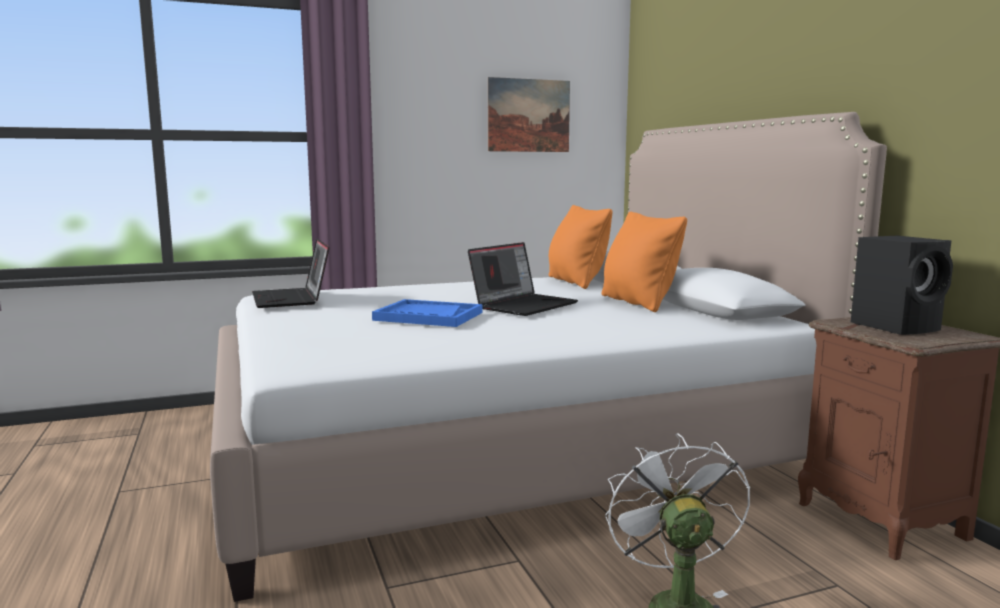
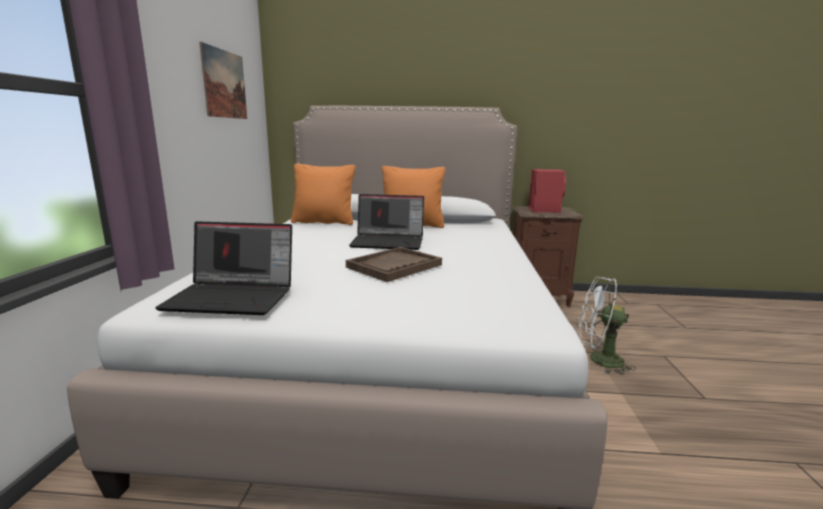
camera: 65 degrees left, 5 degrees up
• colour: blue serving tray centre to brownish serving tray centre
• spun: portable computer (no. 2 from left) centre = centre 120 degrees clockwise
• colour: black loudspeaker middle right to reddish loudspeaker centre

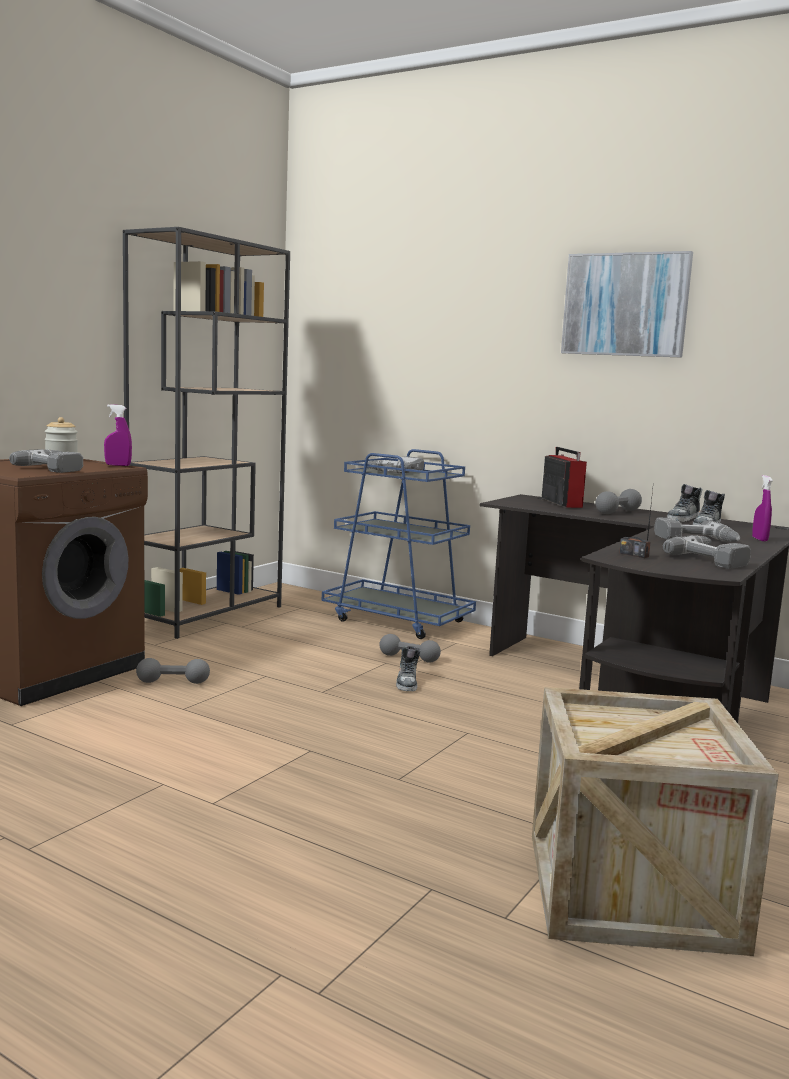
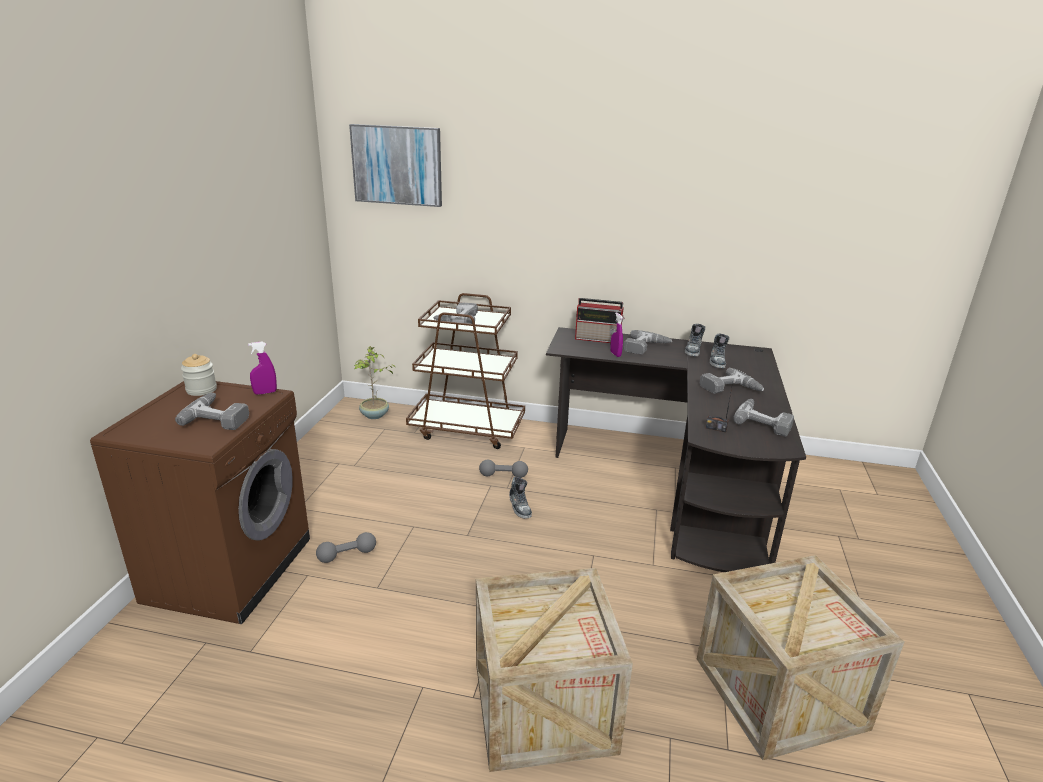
camera: 20 degrees left, 15 degrees up
• relocated: wall art top right to top centre
• appeared: potted plant centre
• colour: blue cart centre to brownish cart centre
• appeared: shipping crate (no. 1 from left) bottom centre
• spun: radio receiver (no. 1 from left) middle right = centre 135 degrees clockwise
• relocated: purple sprayer (no. 2 from left) middle right to centre
• exchanged: greyish hand weight (no. 3 from left) middle right to electric drill (no. 3 from left) centre
• missing: bookshelf middle left

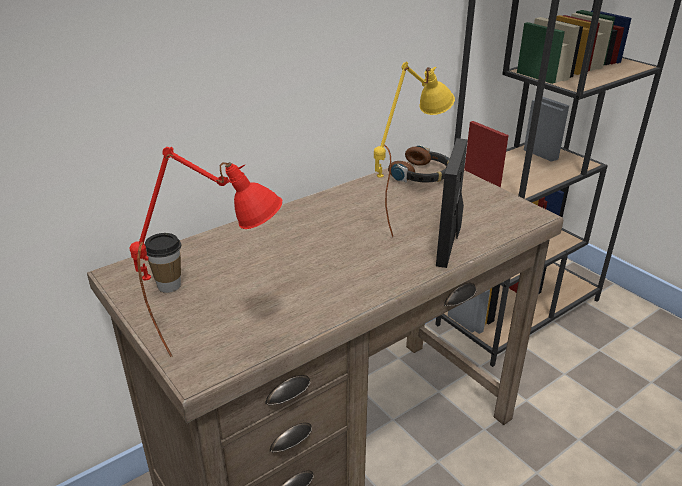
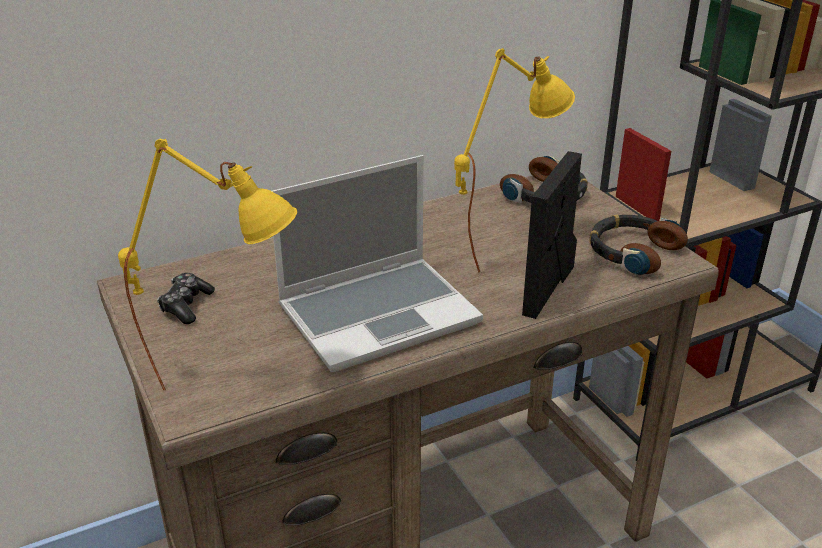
camera: 10 degrees right, 0 degrees up
• colour: reddish lamp for a table middle left to yellow lamp for a table (no. 1 from left) middle left
• exchanged: drinking cup middle left to game controller middle left
• appeared: portable computer centre
• appeared: headset (no. 2 from left) middle right

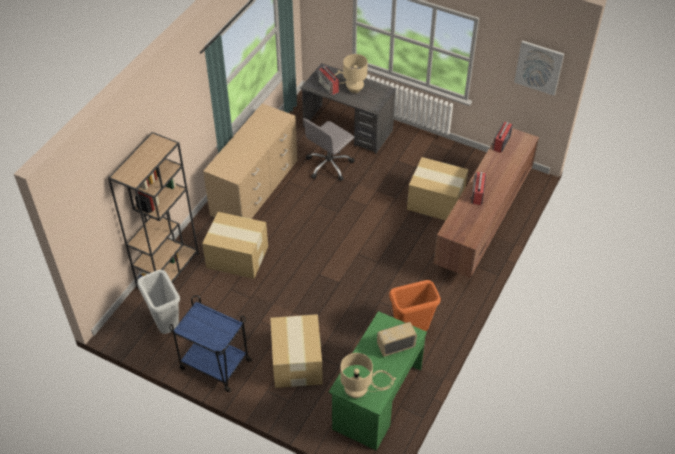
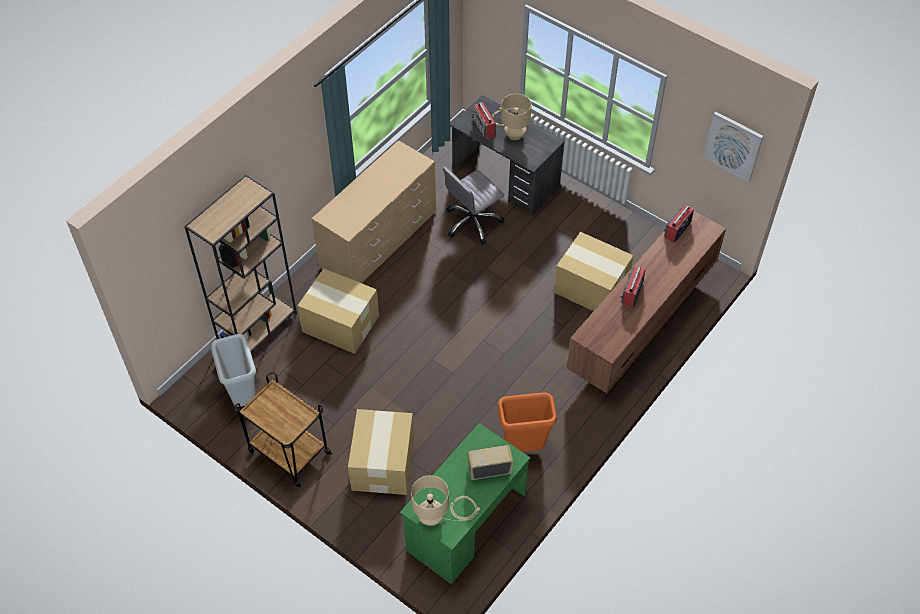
camera: 10 degrees right, 5 degrees up
• colour: blue cart bottom left to brownish cart bottom left

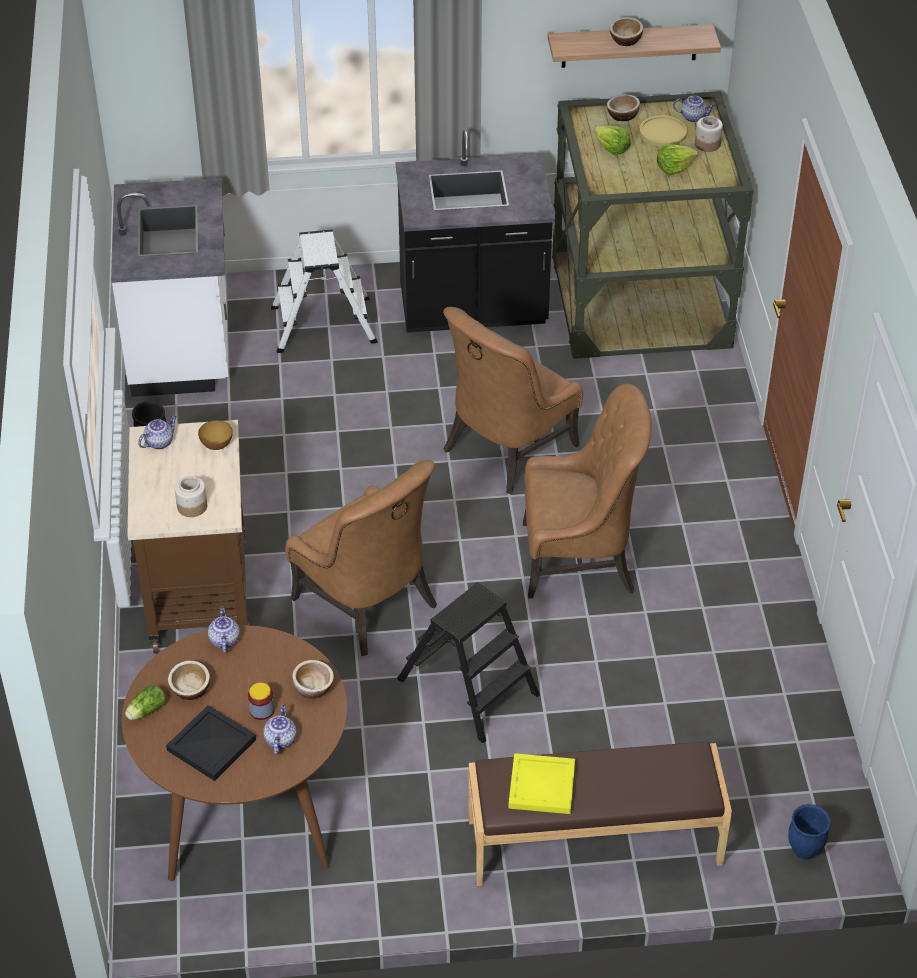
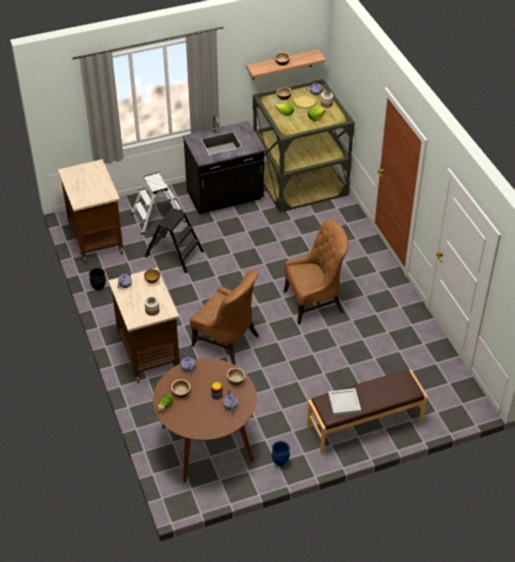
camera: 15 degrees left, 0 degrees up
• exchanged: white kitchen counter top left to brownish cart (no. 1 from left) middle left
• relocated: black step stool bottom centre to centre
• relocated: blue planter bottom right to bottom centre
• colour: yellow serving tray bottom centre to white serving tray bottom right
• missing: black serving tray bottom left
• missing: brownish chair (no. 2 from left) centre

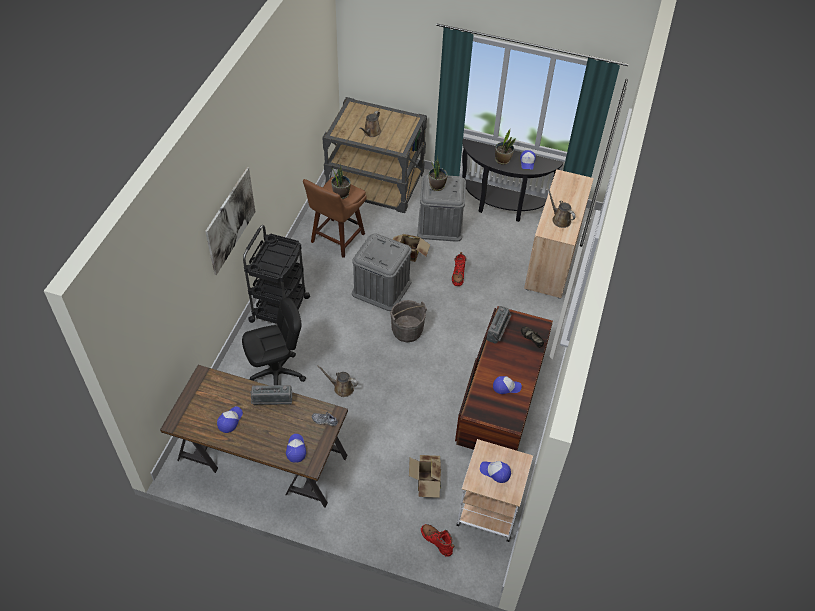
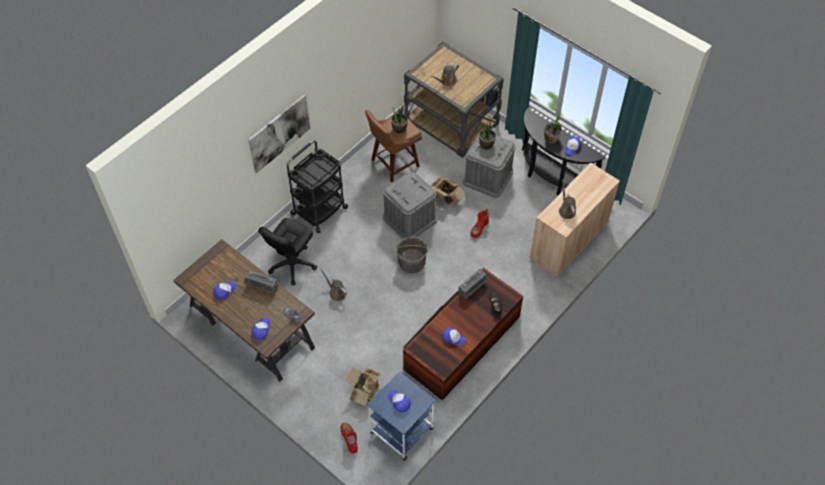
camera: 25 degrees right, 5 degrees up
• spun: black desk chair centre = centre 120 degrees clockwise
• colour: sand-coloured cart bottom centre to blue cart bottom centre

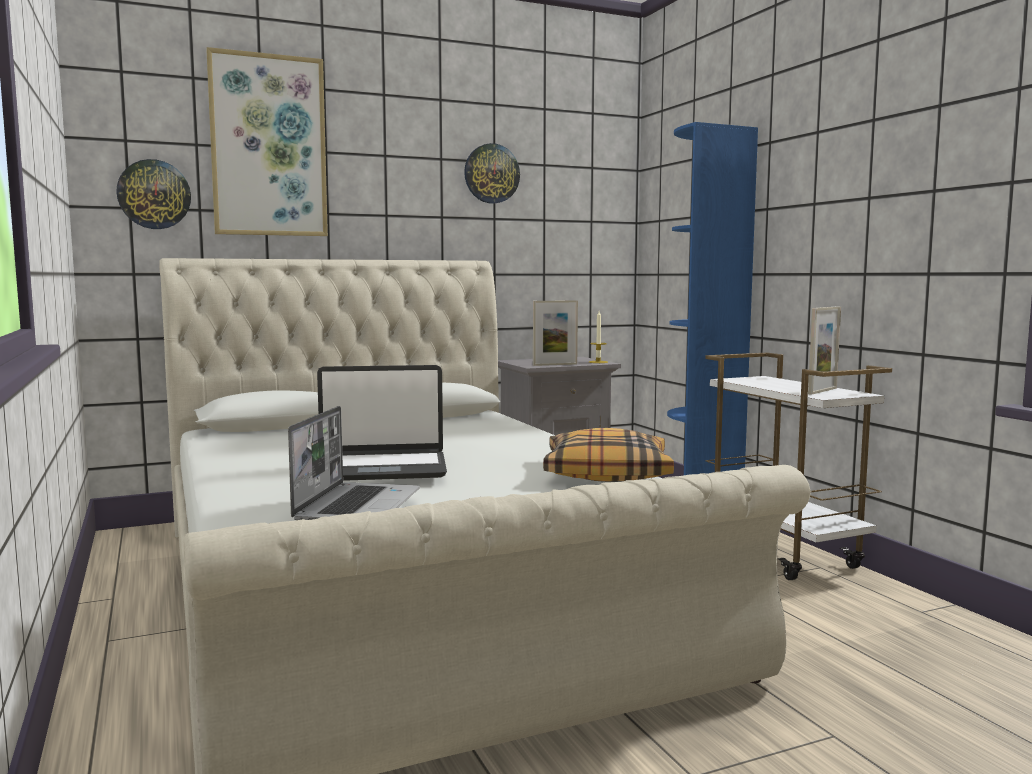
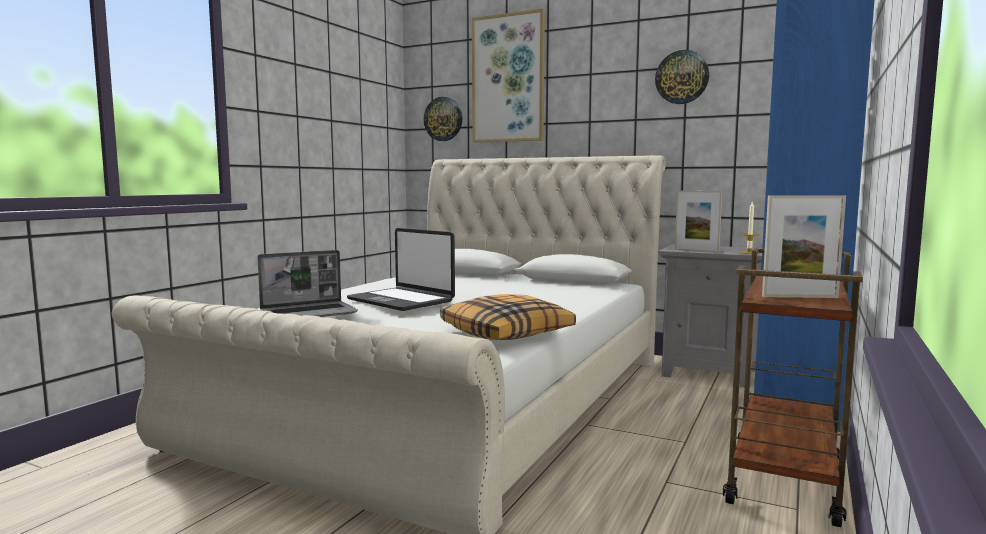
camera: 50 degrees right, 0 degrees up
• colour: white cart middle right to brownish cart bottom right

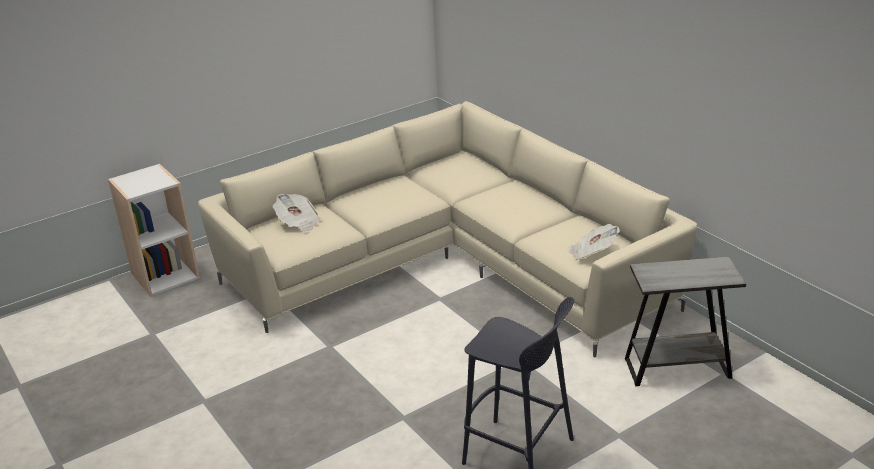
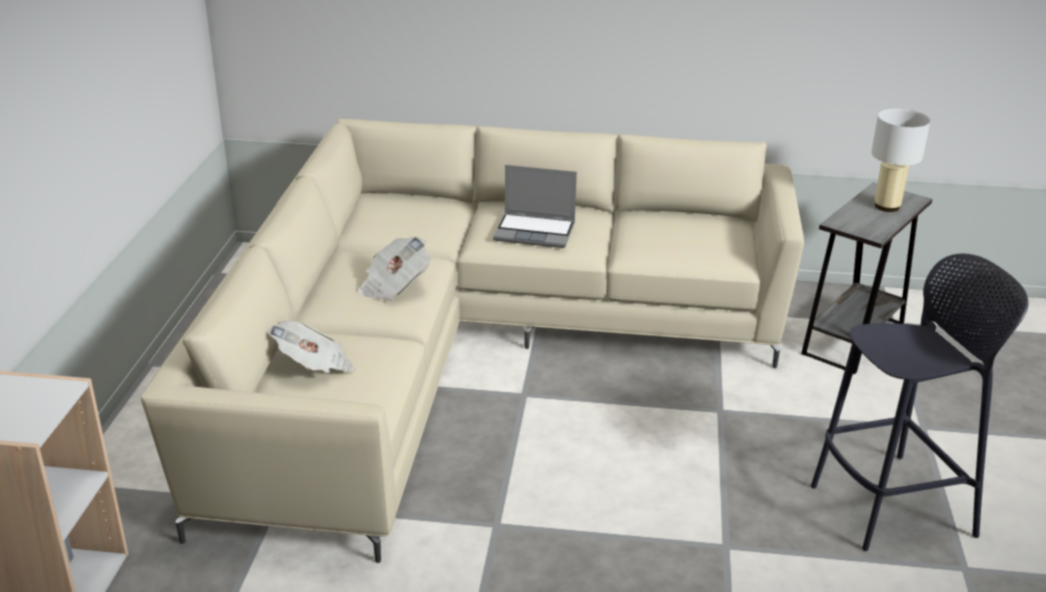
camera: 50 degrees left, 0 degrees up
• relocated: printed paper (no. 2 from left) middle right to centre
• appeared: portable computer centre
• appeared: white lamp for a table top right

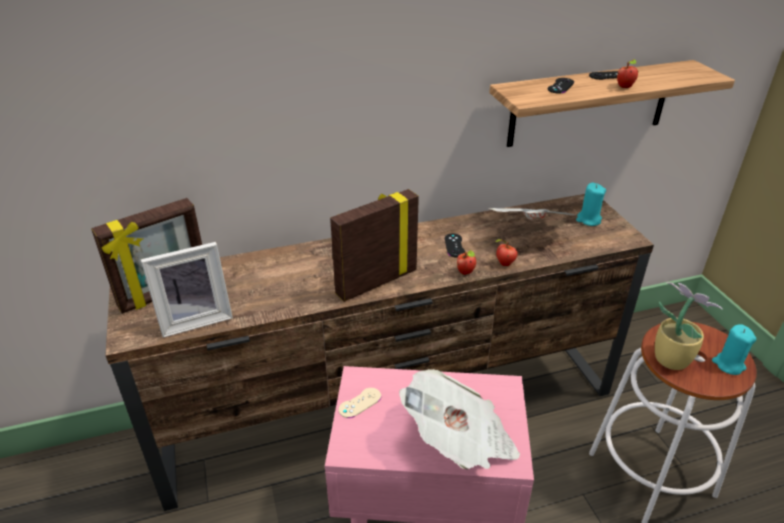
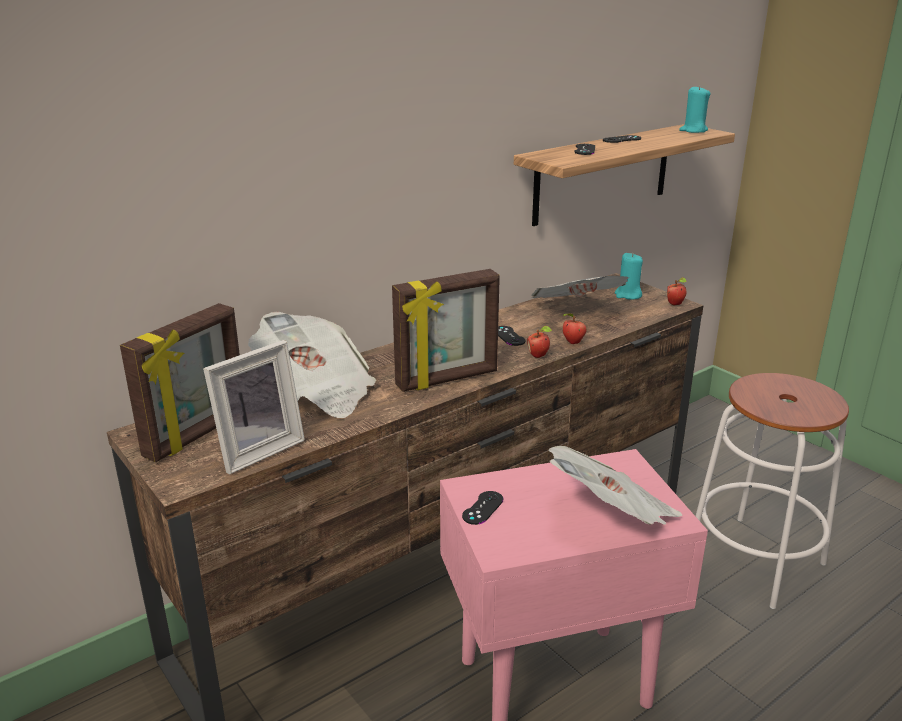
camera: 20 degrees left, 10 degrees down
• appeared: printed paper (no. 1 from left) centre
• spun: standing frame (no. 3 from left) centre = centre 150 degrees counterclockwise
• colour: sand-coloured game controller bottom centre to black game controller (no. 1 from left) bottom centre
• relocated: whole apple (no. 3 from left) top right to middle right
• relocated: turquoise-coloured candle (no. 2 from left) bottom right to top right
• missing: potted plant middle right

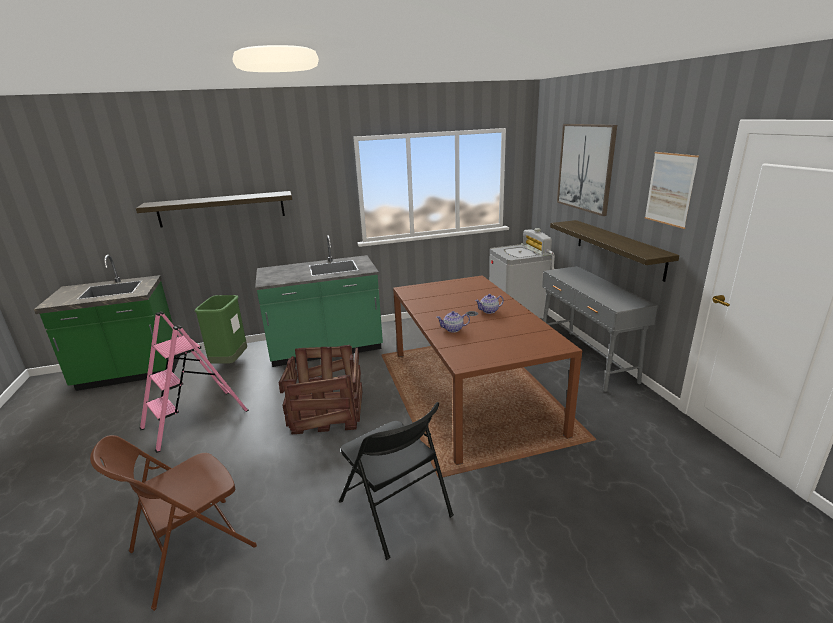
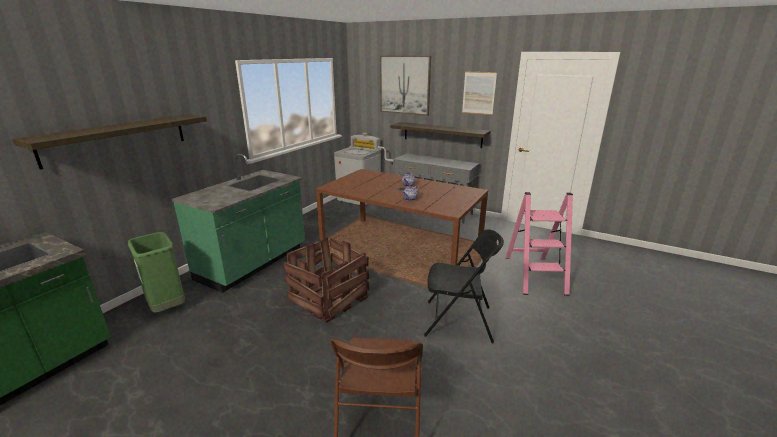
camera: 45 degrees left, 0 degrees up
• relocated: pink step stool middle left to middle right

